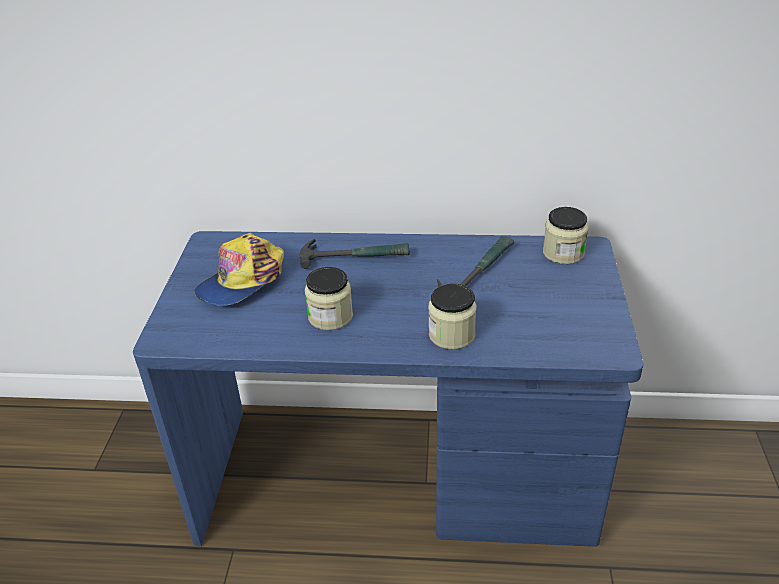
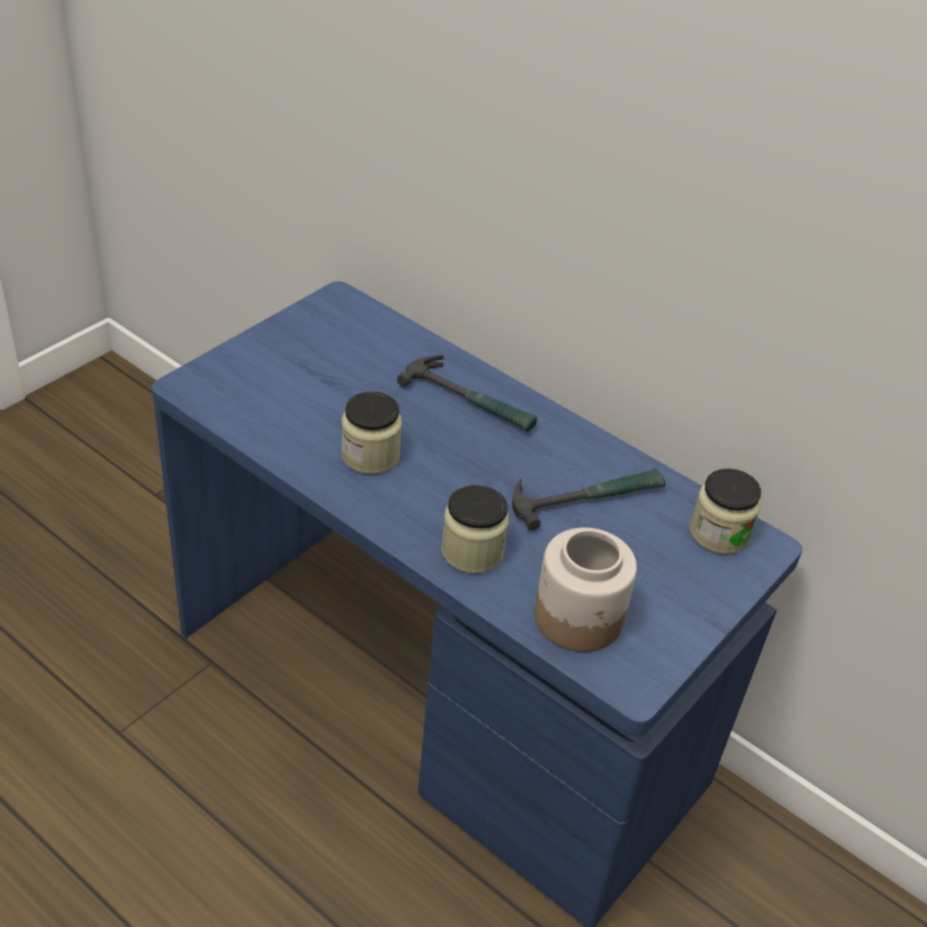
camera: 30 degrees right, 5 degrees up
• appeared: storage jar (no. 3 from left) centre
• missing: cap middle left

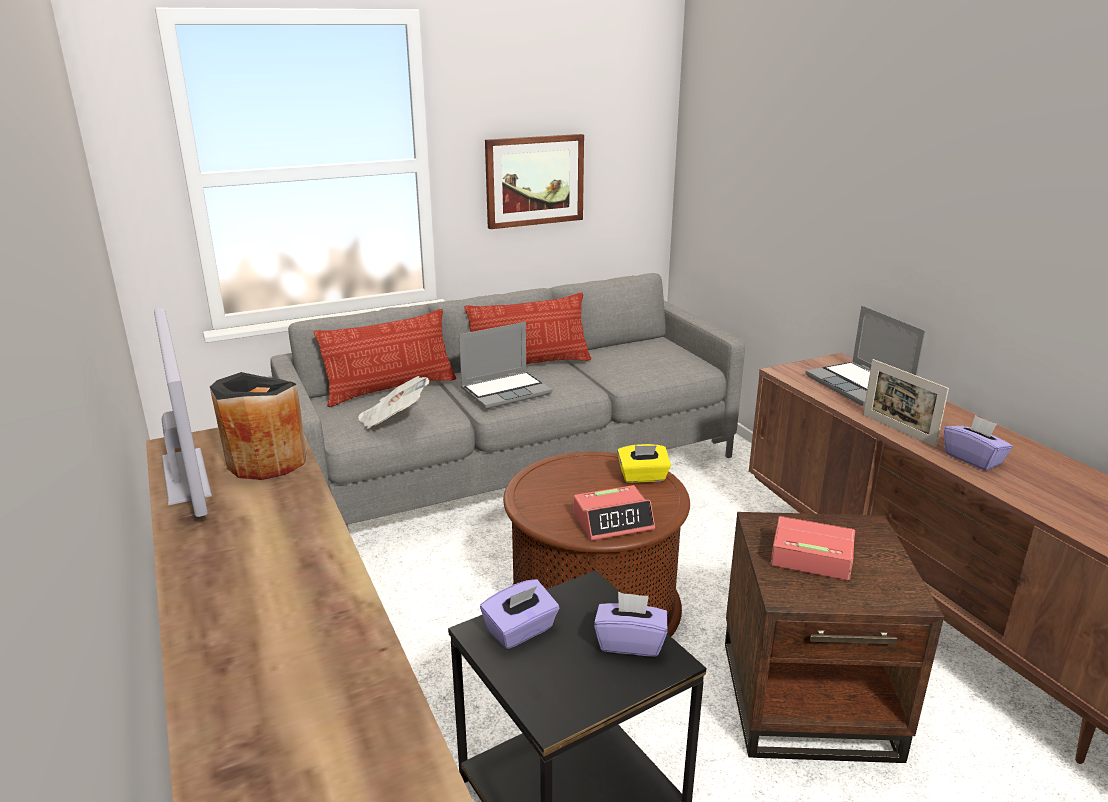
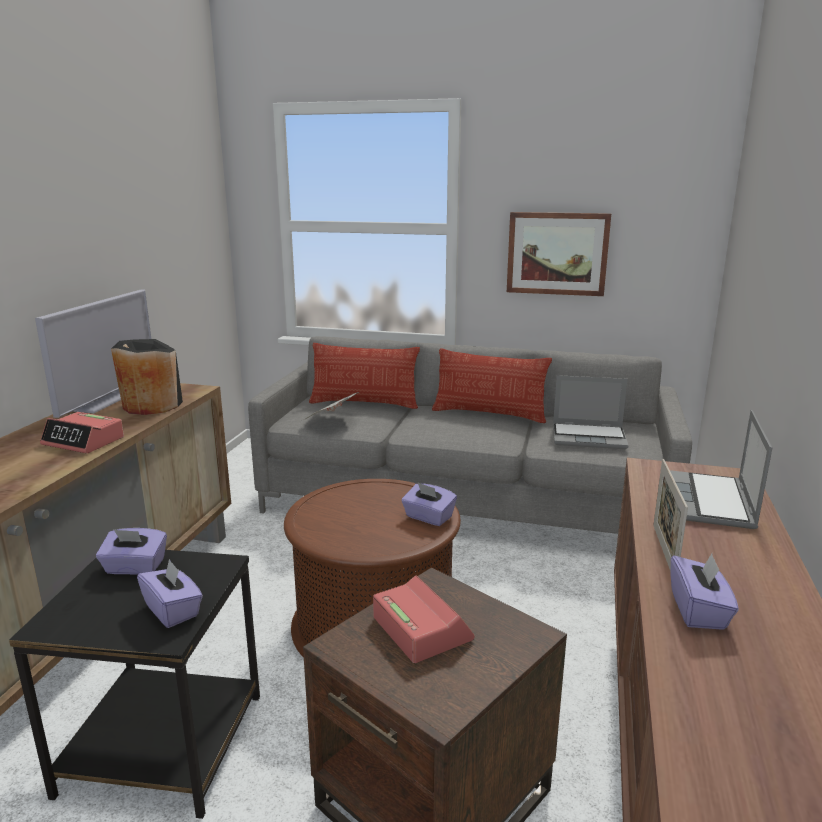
camera: 40 degrees right, 5 degrees down
• relocated: alarm clock (no. 1 from left) centre to middle left
• colour: yellow tissue box centre to purple tissue box (no. 3 from left) centre
• relocated: portable computer (no. 1 from left) centre to middle right

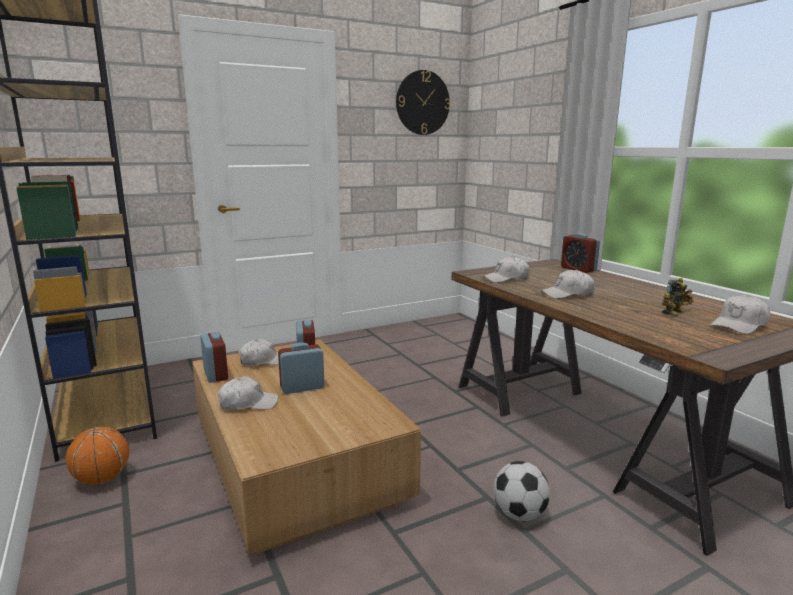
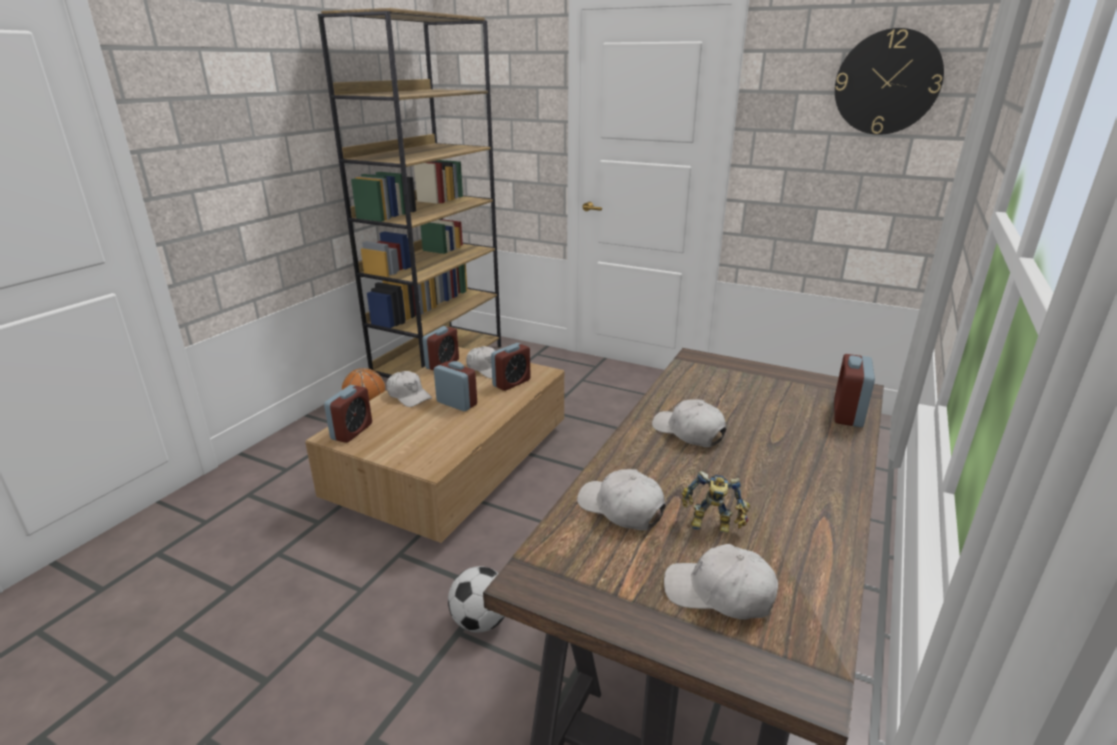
camera: 55 degrees right, 10 degrees up
• appeared: alarm clock (no. 1 from left) middle left
• relocated: white cap (no. 3 from left) centre to bottom centre

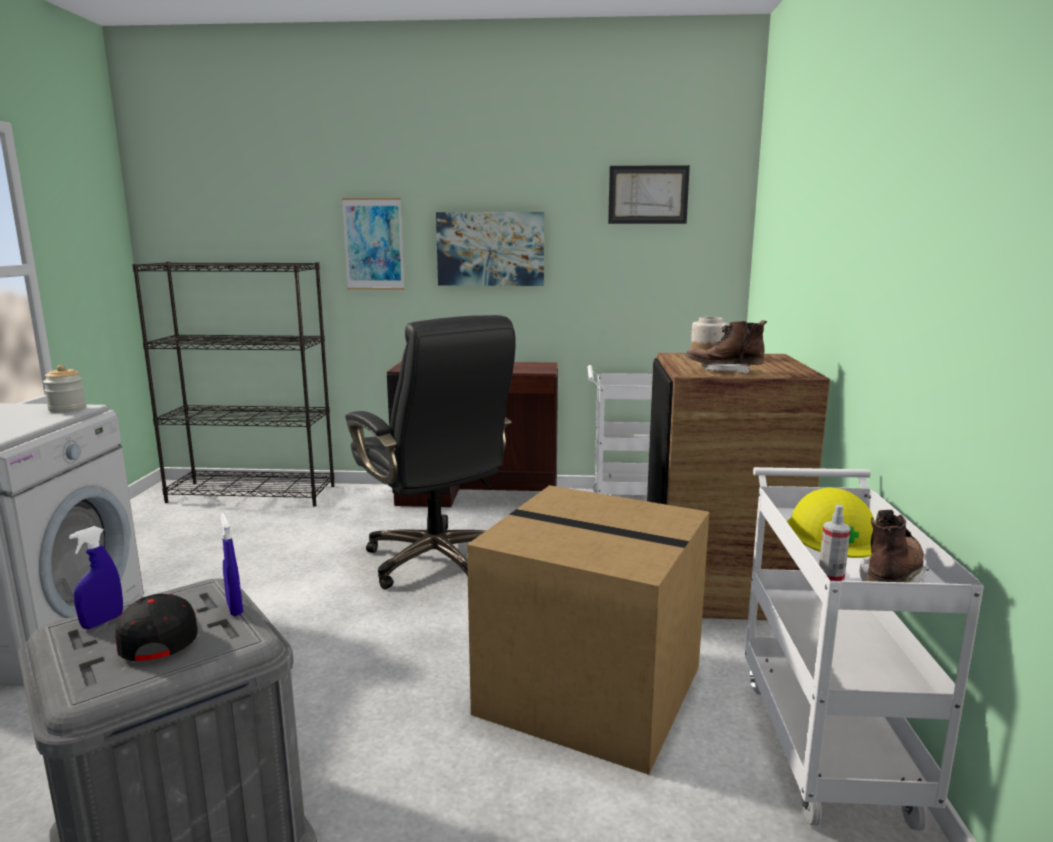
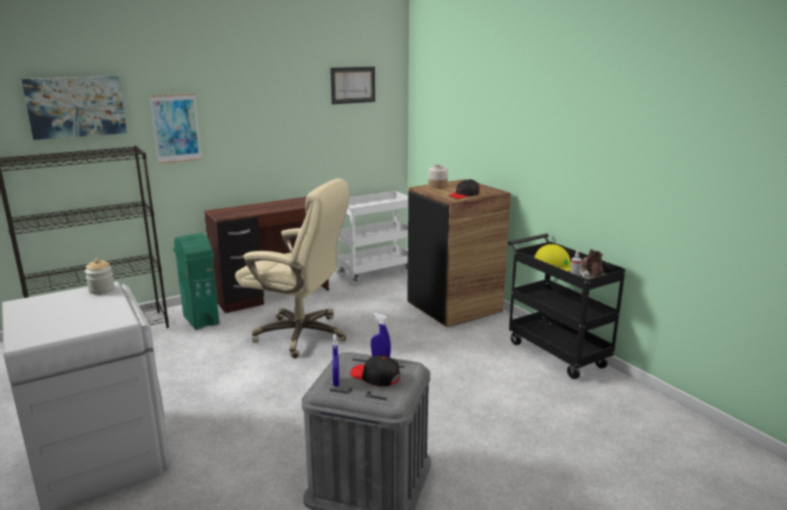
camera: 35 degrees left, 5 degrees up
• relocated: wall art (no. 2 from left in the first image) top centre to wall art (no. 1 from left) top left
• appeared: greenish trash can middle left
• colour: black desk chair centre to sand-coloured desk chair centre
• exchanged: brownish tall boot (no. 1 from left) middle right to black cap (no. 2 from left) centre
• colour: white cart (no. 2 from left) bottom right to black cart middle right
• missing: carton bottom centre

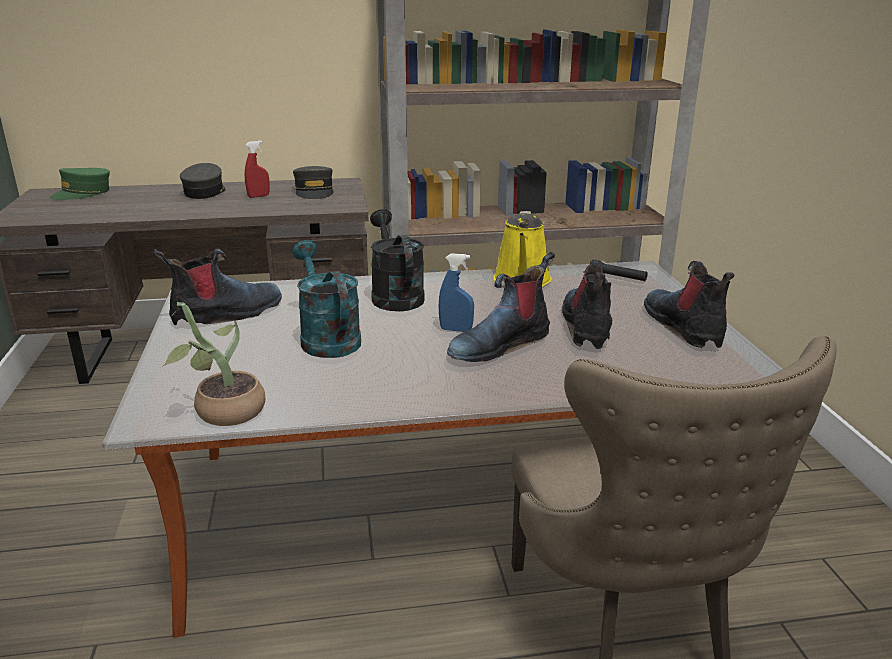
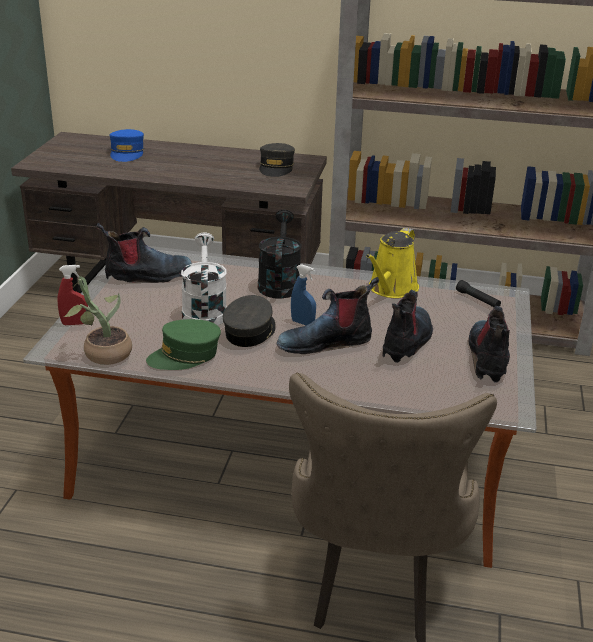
camera: 20 degrees right, 5 degrees up
• relocated: reddish sprayer top left to middle left
• appeared: blue cap top left
• relocated: greenish cap top left to middle left
• colour: turquoise-coloured sprinkling can centre to white sprinkling can centre
• relocated: greyish cap (no. 1 from left) top left to centre

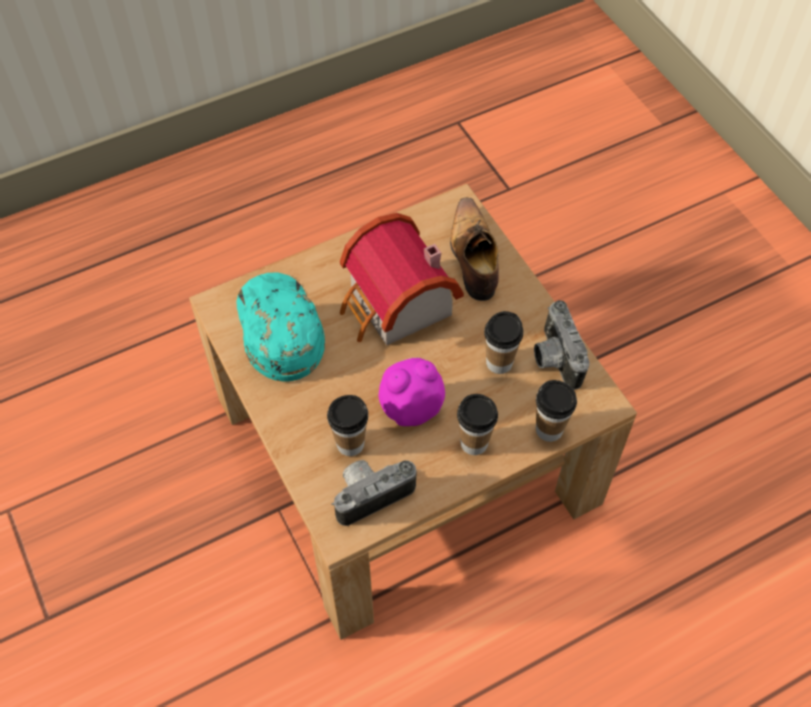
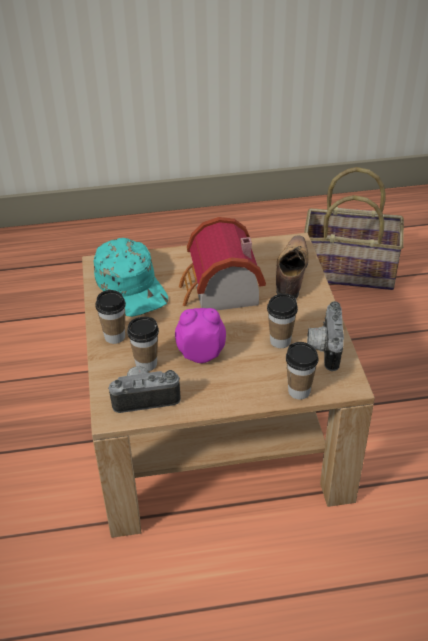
camera: 20 degrees right, 15 degrees down
• spun: turquoise-coloured cap centre = middle left 150 degrees clockwise
• relocated: drinking cup (no. 2 from left in the first image) centre to drinking cup (no. 1 from left) middle left
• appeared: household basket middle right

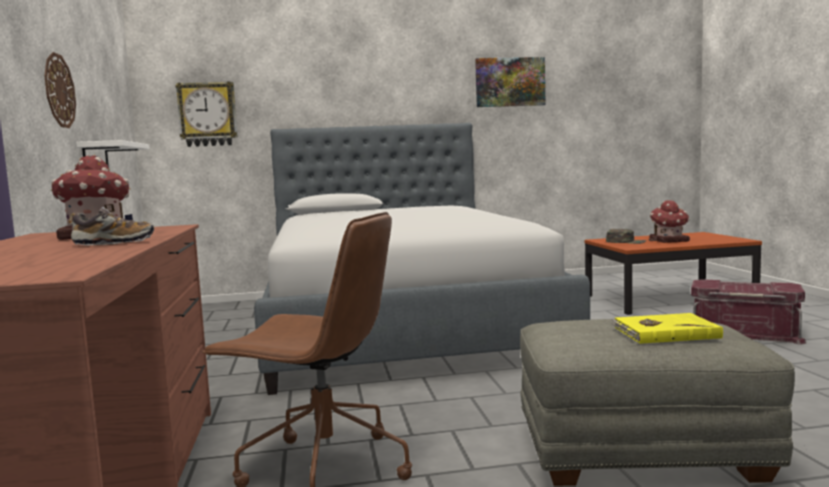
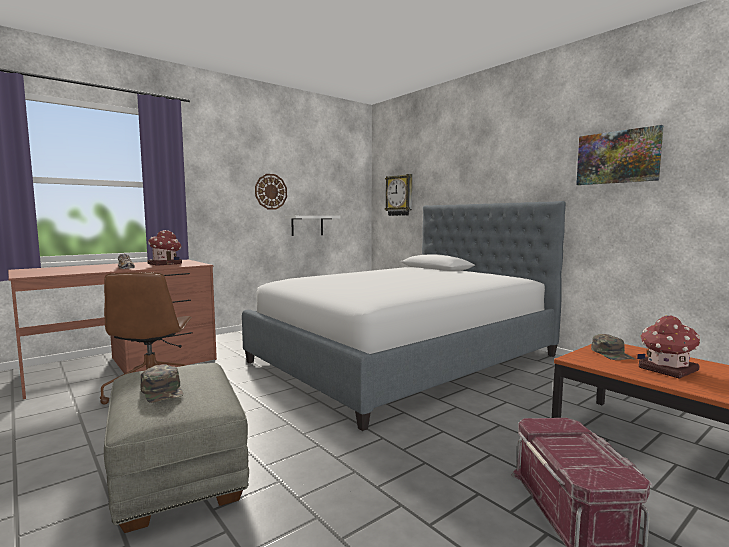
camera: 60 degrees right, 0 degrees up
• exchanged: yellow book bottom right to greenish cap (no. 1 from left) bottom left

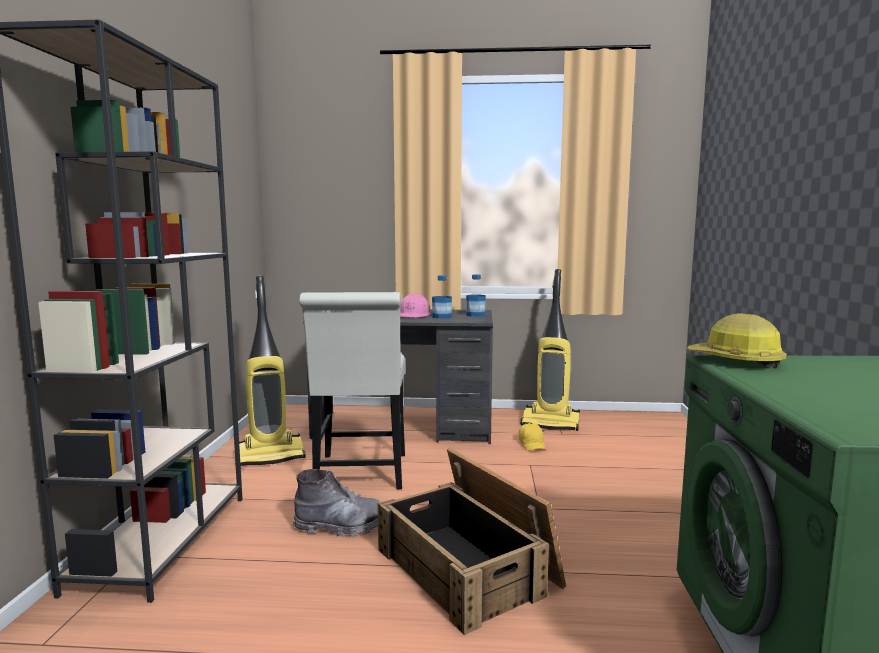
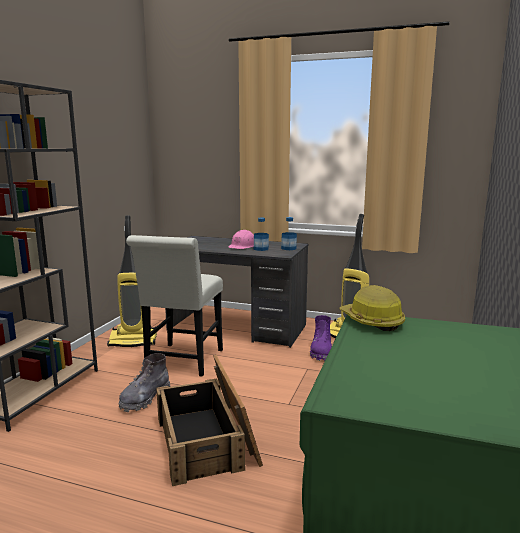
camera: 15 degrees right, 5 degrees up
• spun: greyish tall boot bottom centre = bottom left 105 degrees clockwise
• exchanged: yellow cap bottom centre to purple tall boot centre

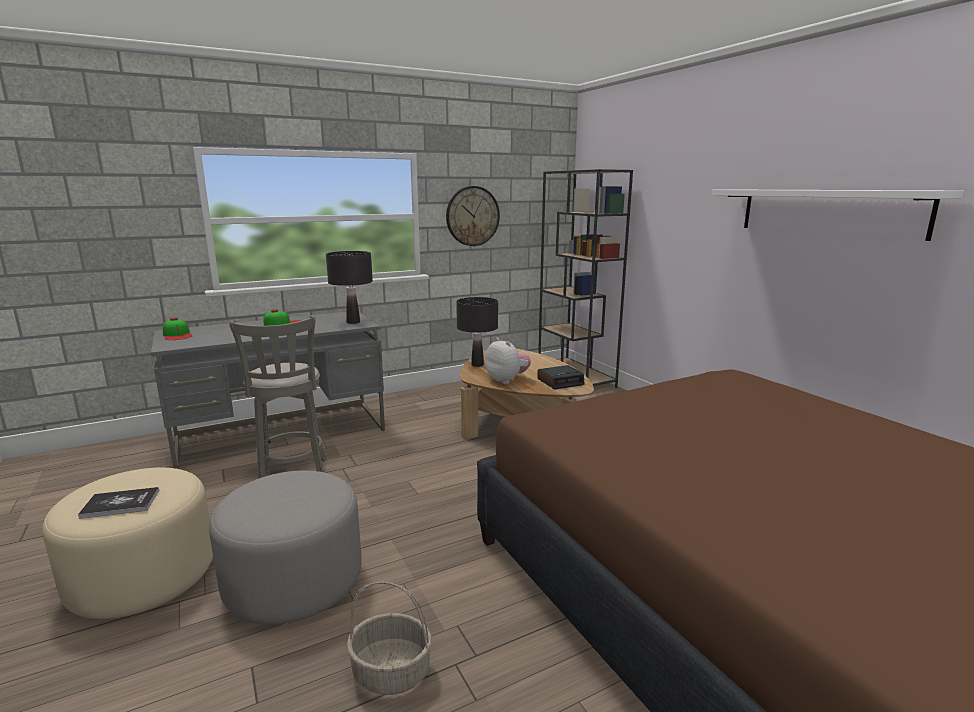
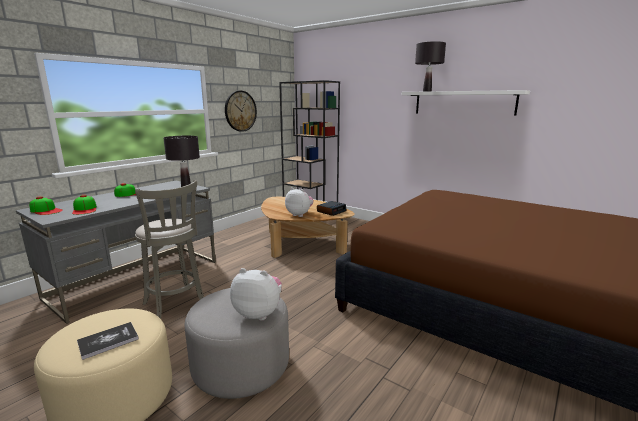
camera: 25 degrees left, 0 degrees up
• appeared: cap (no. 2 from left) middle left
• appeared: soft toy (no. 1 from left) bottom centre
• relocated: black lamp for a table (no. 2 from left) centre to top right
• missing: household basket bottom centre

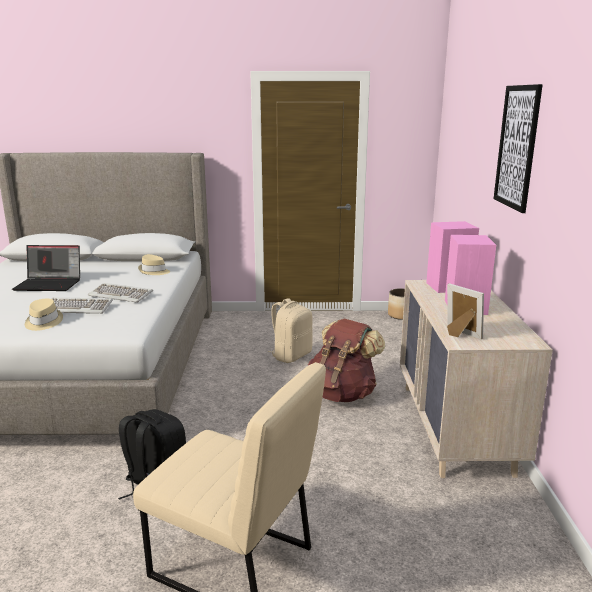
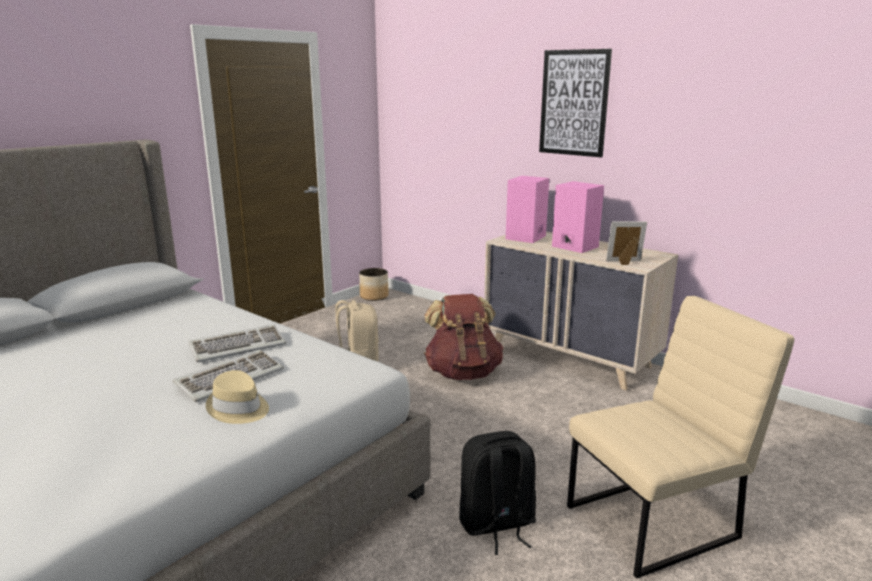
camera: 50 degrees left, 0 degrees up
• missing: portable computer middle left
• missing: sand-coloured wearable hat (no. 2 from left) middle left

